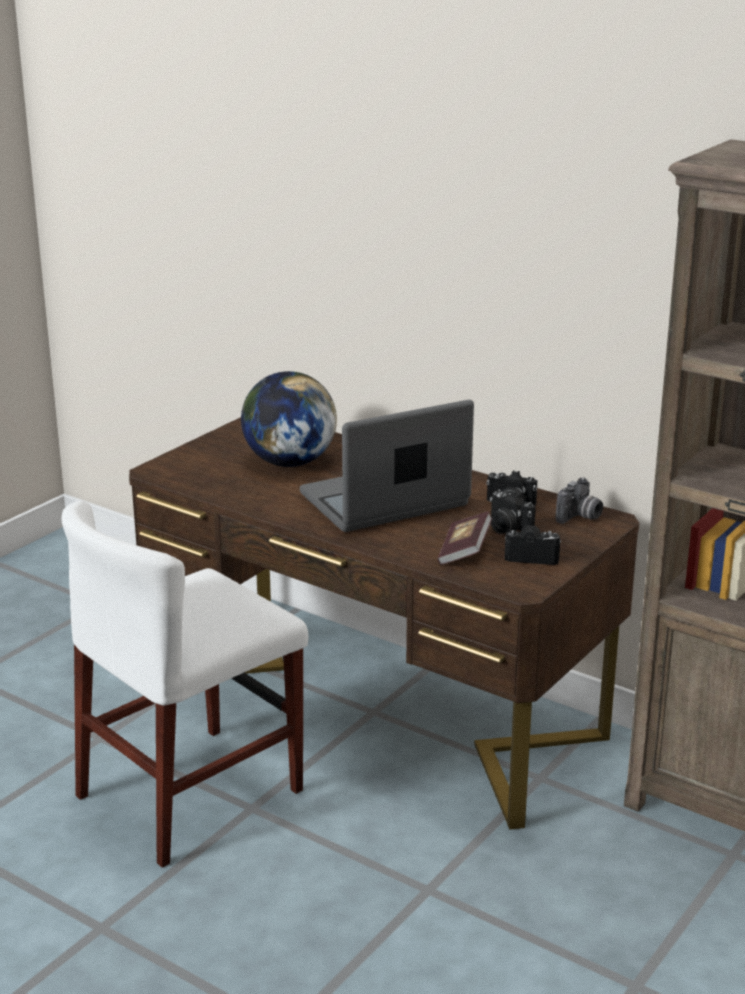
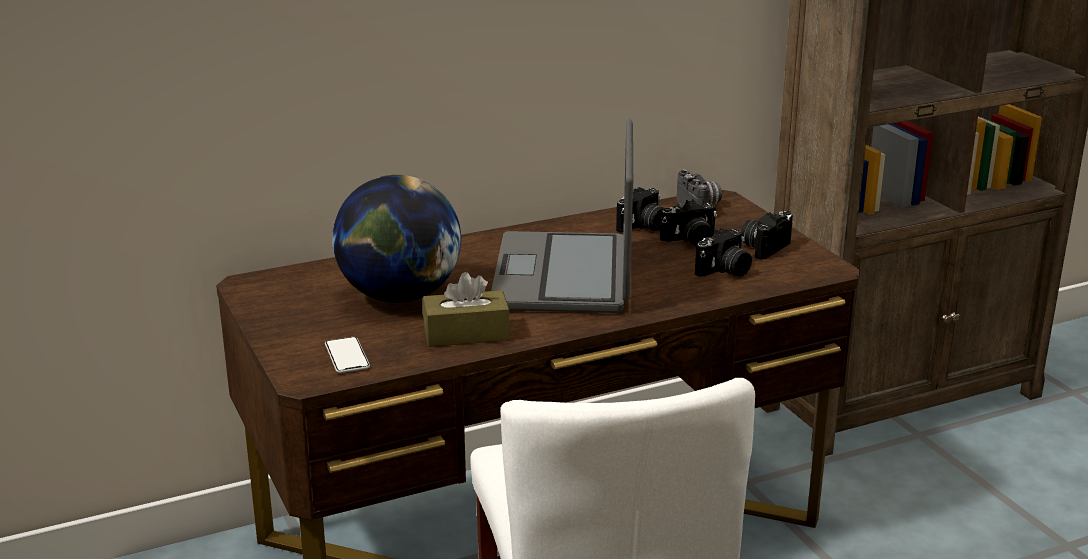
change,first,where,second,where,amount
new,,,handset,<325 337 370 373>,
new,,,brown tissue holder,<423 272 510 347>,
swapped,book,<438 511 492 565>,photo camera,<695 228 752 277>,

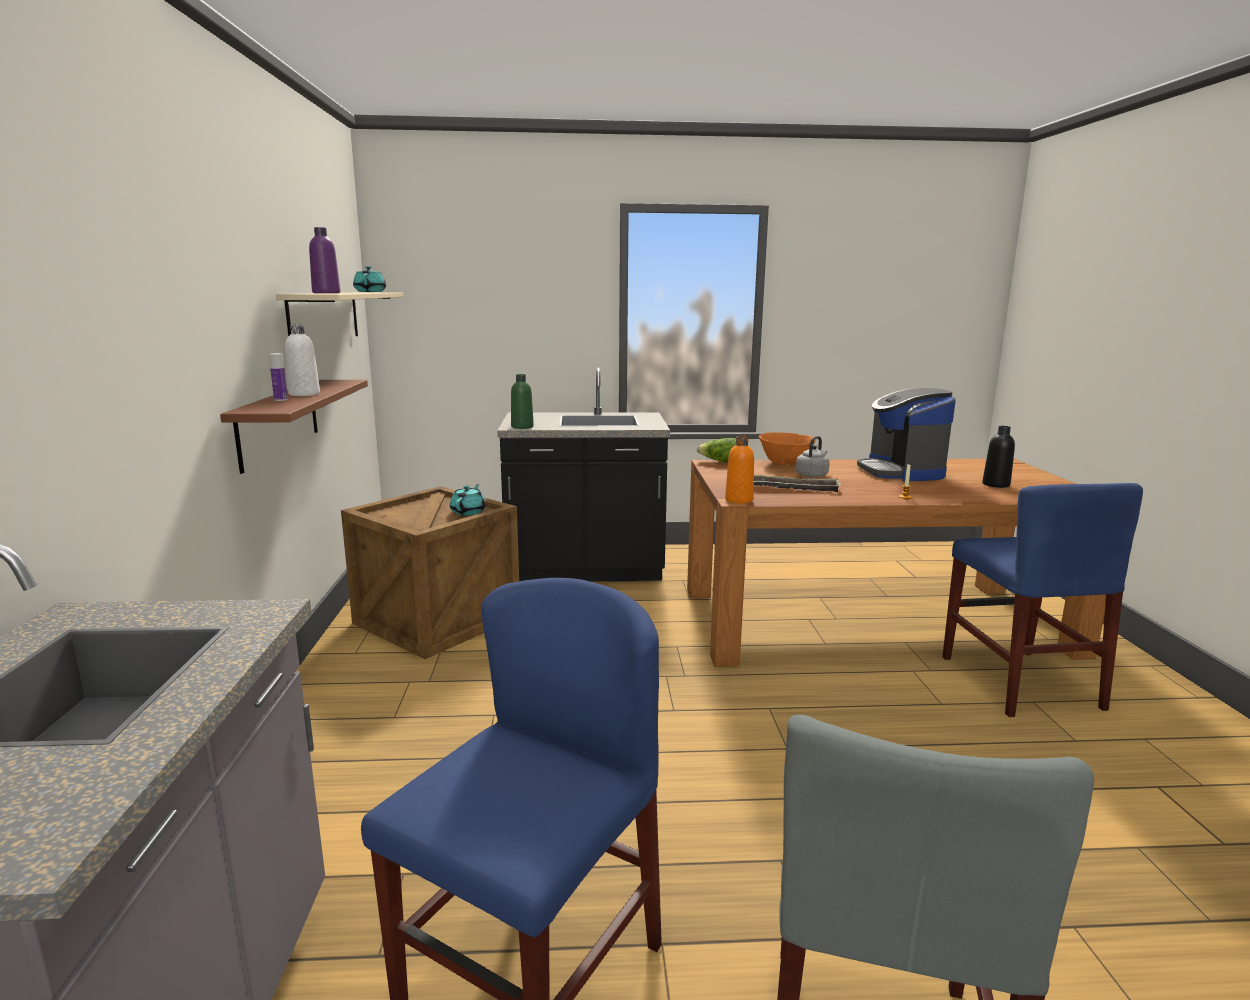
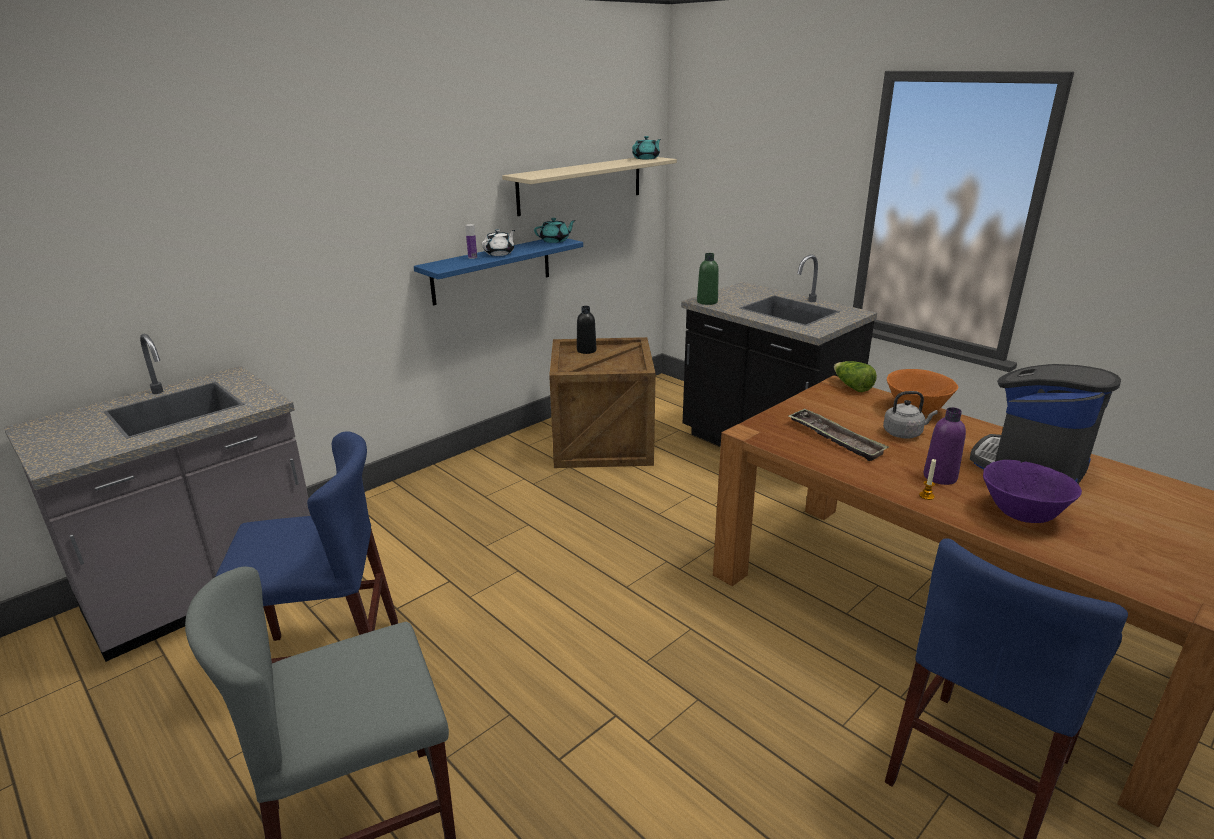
change,first,where,second,where,amount
repainted,brown shelf,<220 380 368 474>,blue-coloured shelf,<414 238 583 306>,
swapped,white bottle,<285 325 320 396>,white tea pot,<482 229 515 256>,
shifted,turquoise-coloured tea pot,<450 484 486 516>,,<534 218 576 243>,
shifted,black bottle,<982 426 1015 488>,,<577 306 596 354>,
shifted,purplish bottle,<309 227 340 293>,,<923 407 966 485>,
new,,,purplish bowl,<983 460 1082 523>,
gone,orangey bottle,<725 436 754 504>,,,

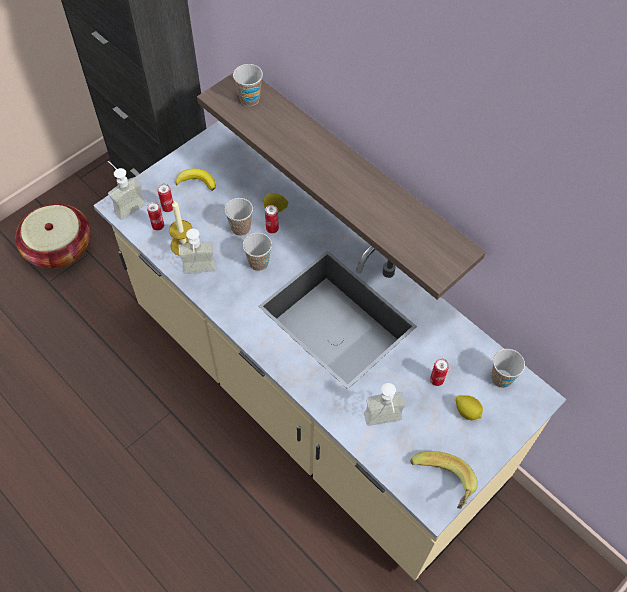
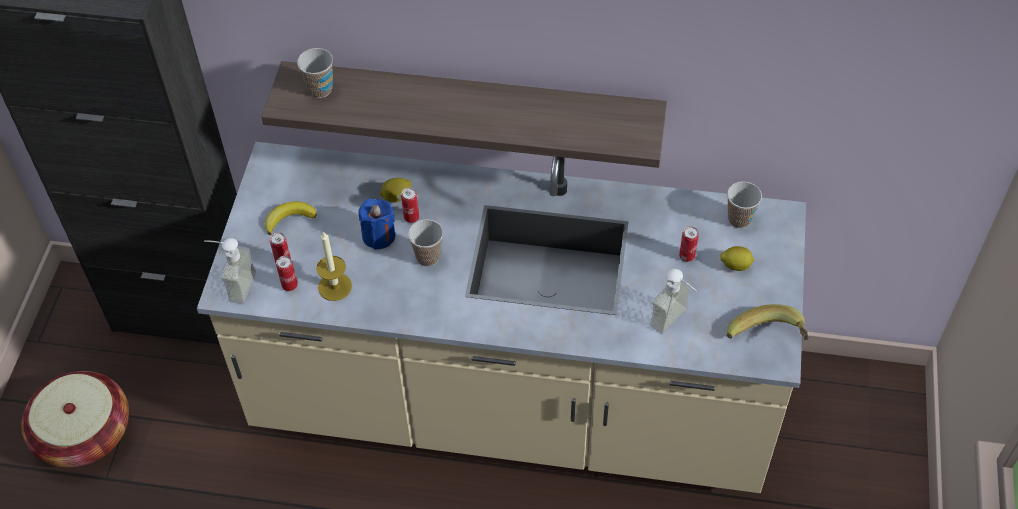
change,first,where,second,where,amount
swapped,drinking cup,<225 198 253 236>,blue-coloured candle,<359 199 395 250>,
gone,soap dispenser,<179 229 216 274>,,,

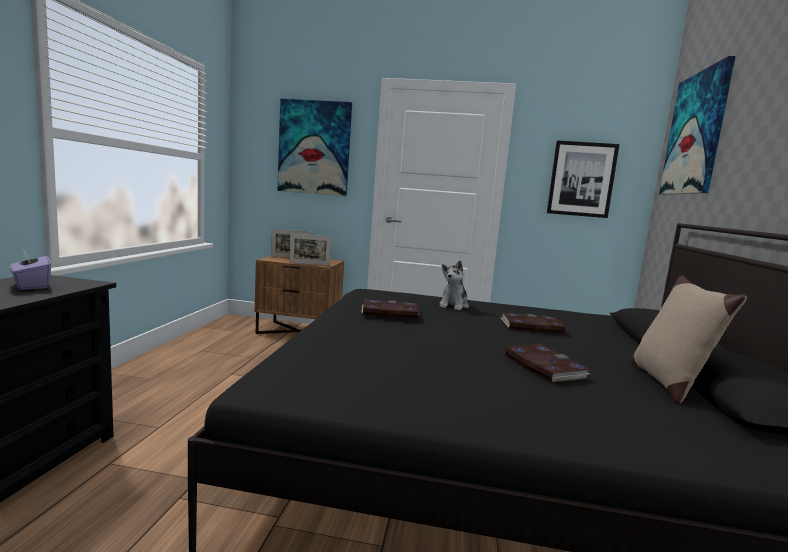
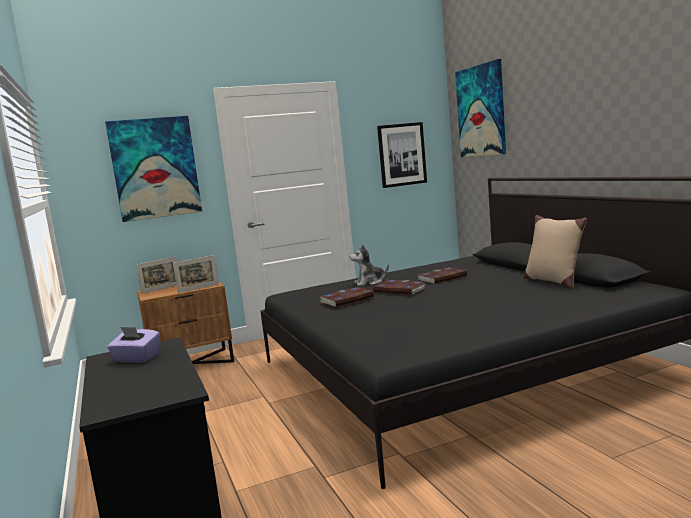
change,first,where,second,where,amount
rotated,plush toy,<439 260 469 311>,,<349 244 389 286>,90 degrees clockwise
shifted,book,<505 344 589 382>,,<373 280 425 294>,

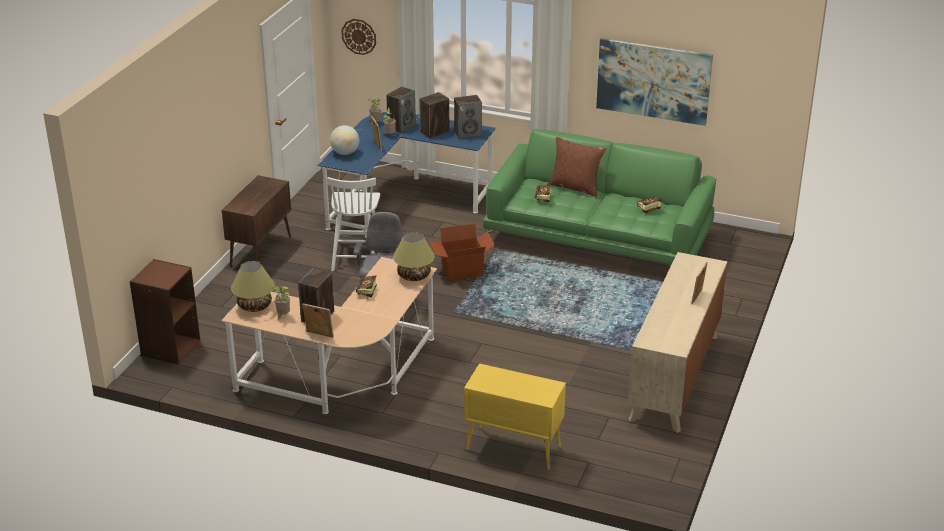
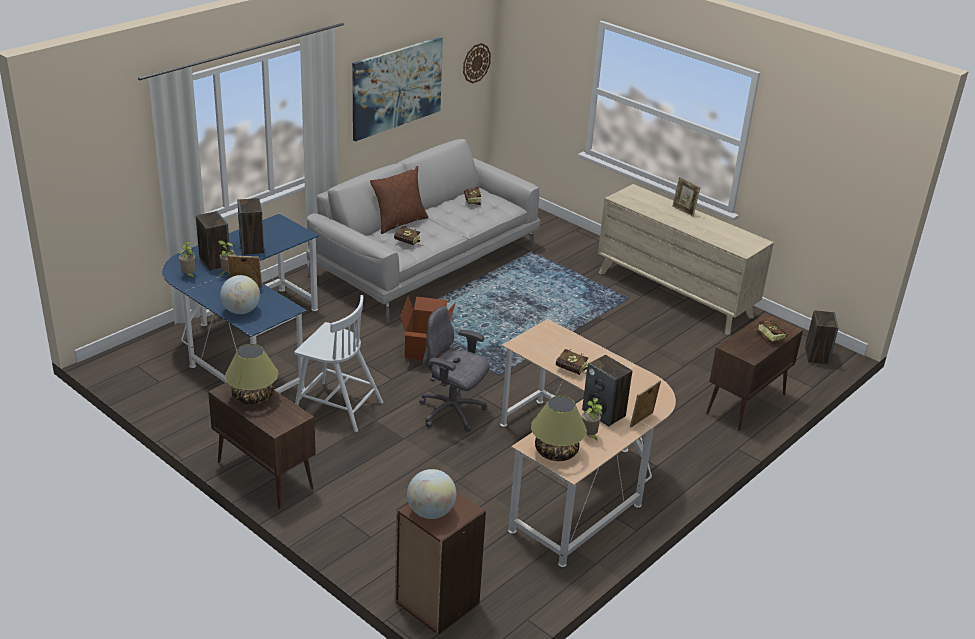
change,first,where,second,where,amount
shifted,tabletop lamp,<393 232 435 281>,,<225 344 278 405>,
repainted,greenish couch,<483 129 716 264>,grey couch,<306 139 540 323>,
new,,,desk globe,<407 469 456 519>,
shifted,wall clock,<341 19 376 55>,,<463 43 491 83>,
repainted,yellow-coloured cupboard,<464 363 566 470>,brown cupboard,<706 313 803 431>,
new,,,book,<756 321 788 344>,
shifted,loudspeaker,<454 95 482 139>,,<805 310 839 365>,

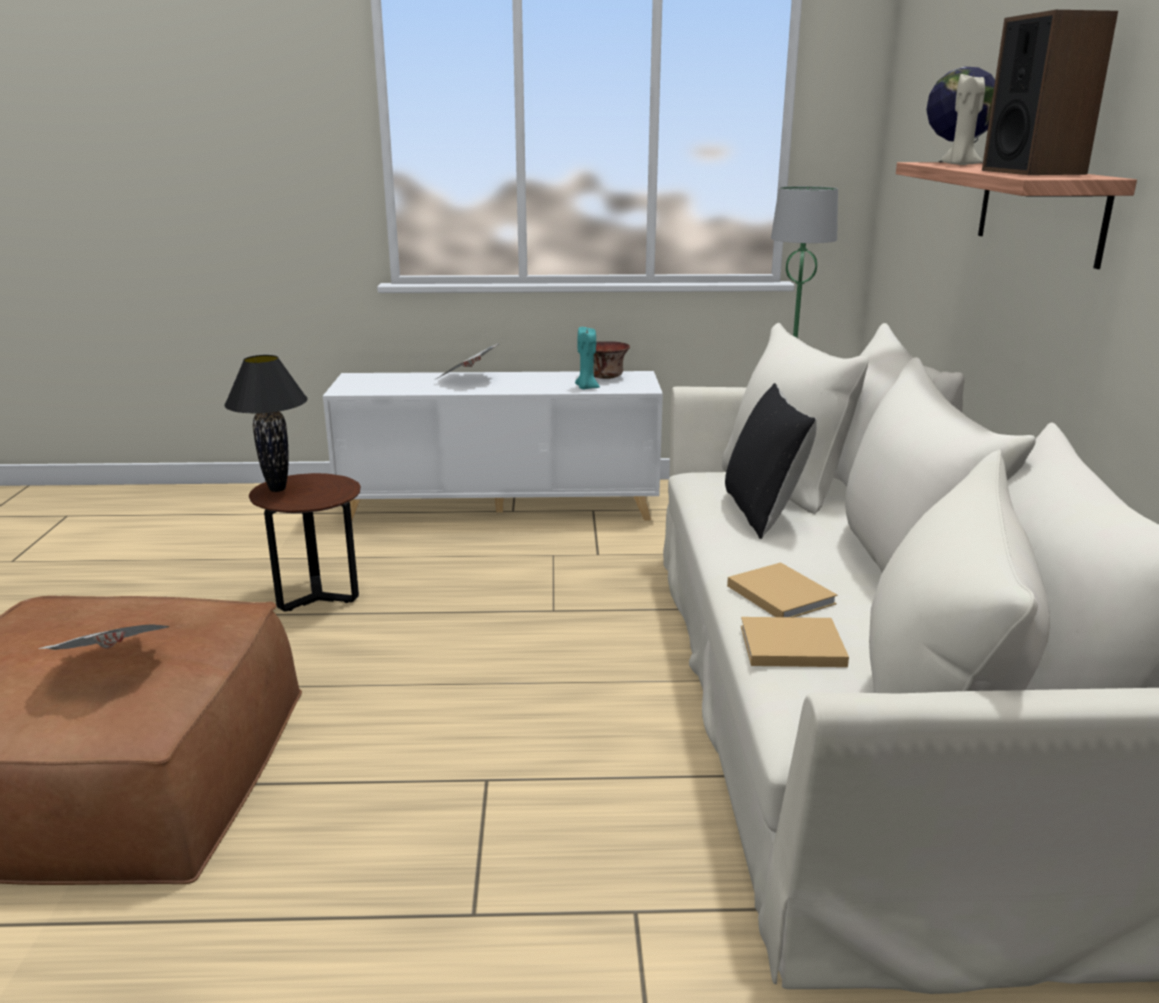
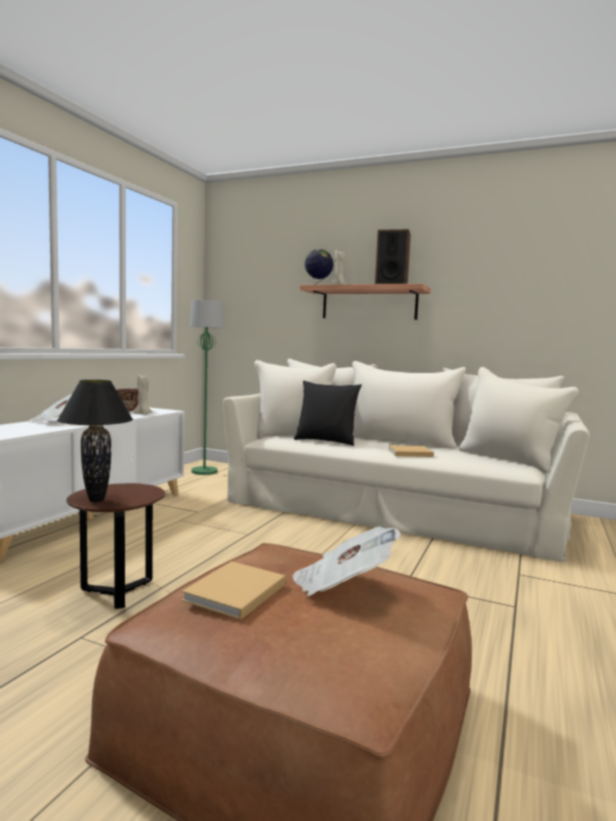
change,first,where,second,where,amount
repainted,turquoise-coloured candle,<575 327 600 389>,beige-coloured candle,<133 374 153 415>,
shifted,beige-coloured book,<741 617 849 667>,,<182 561 286 620>,

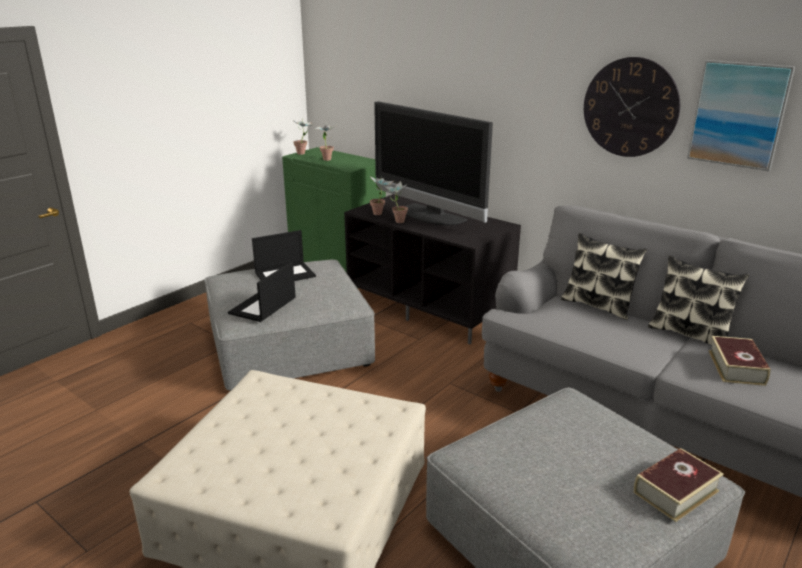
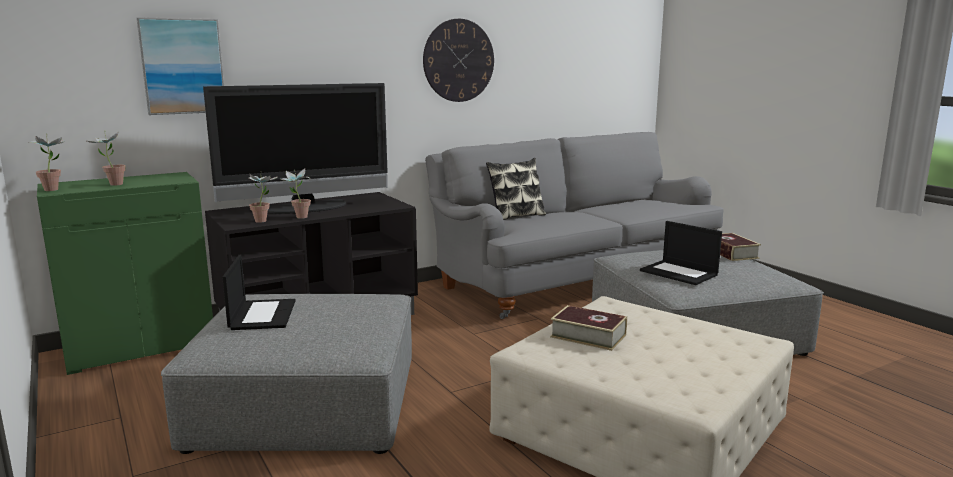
change,first,where,second,where,amount
shifted,wall art,<687 60 795 171>,,<136 17 224 115>,
shifted,book,<709 336 771 386>,,<550 305 627 351>,
shifted,notebook computer,<228 262 296 322>,,<640 221 722 285>,
gone,pillow,<648 255 750 345>,,,

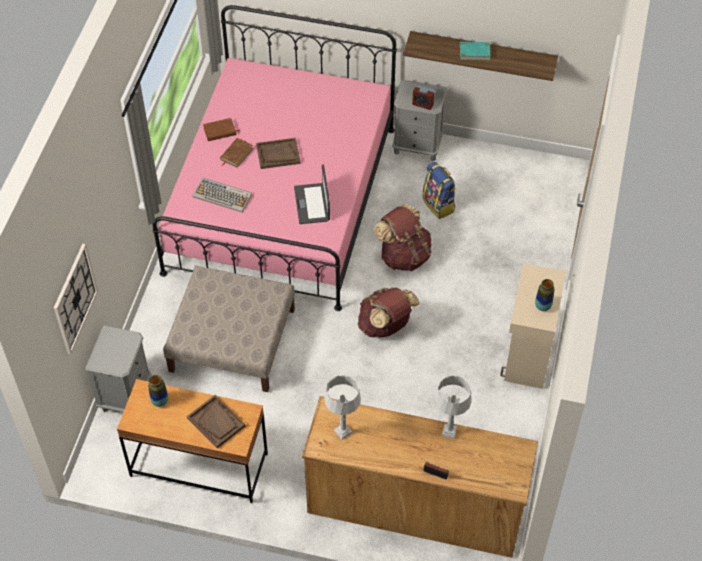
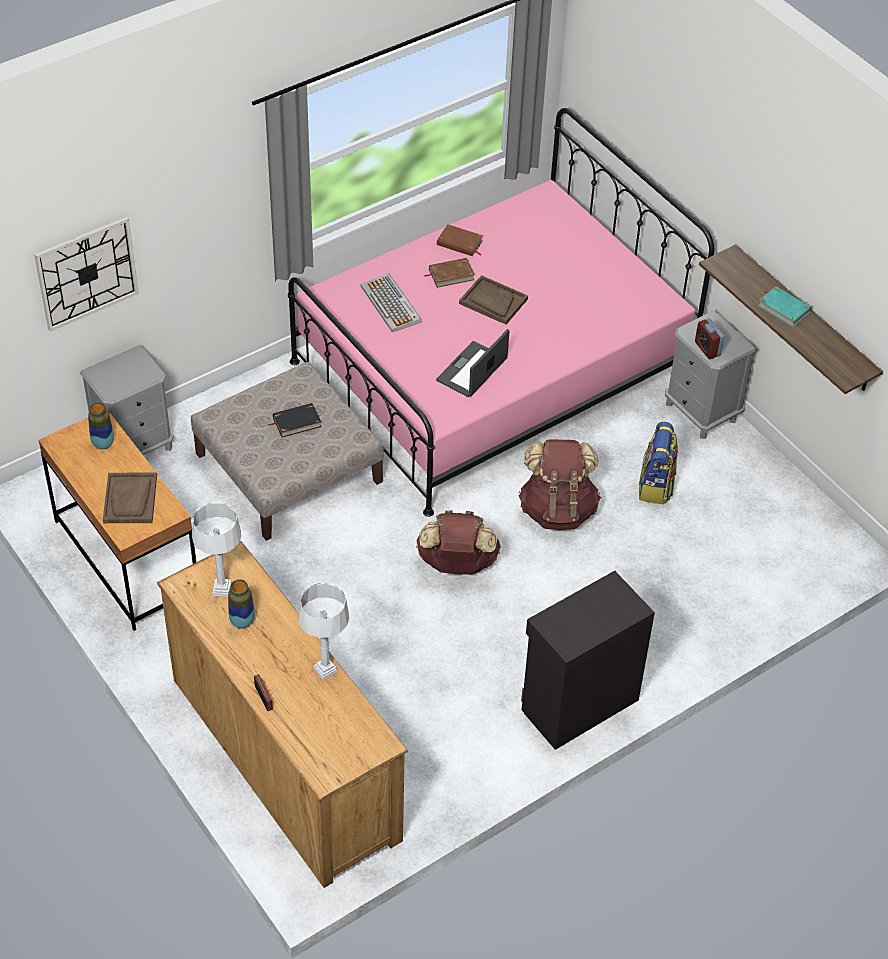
change,first,where,second,where,amount
shifted,flower vase,<535 279 554 311>,,<228 579 255 628>,
new,,,black book,<268 403 321 437>,
repainted,beige-coloured cupboard,<500 263 566 389>,black cupboard,<521 571 655 750>,

